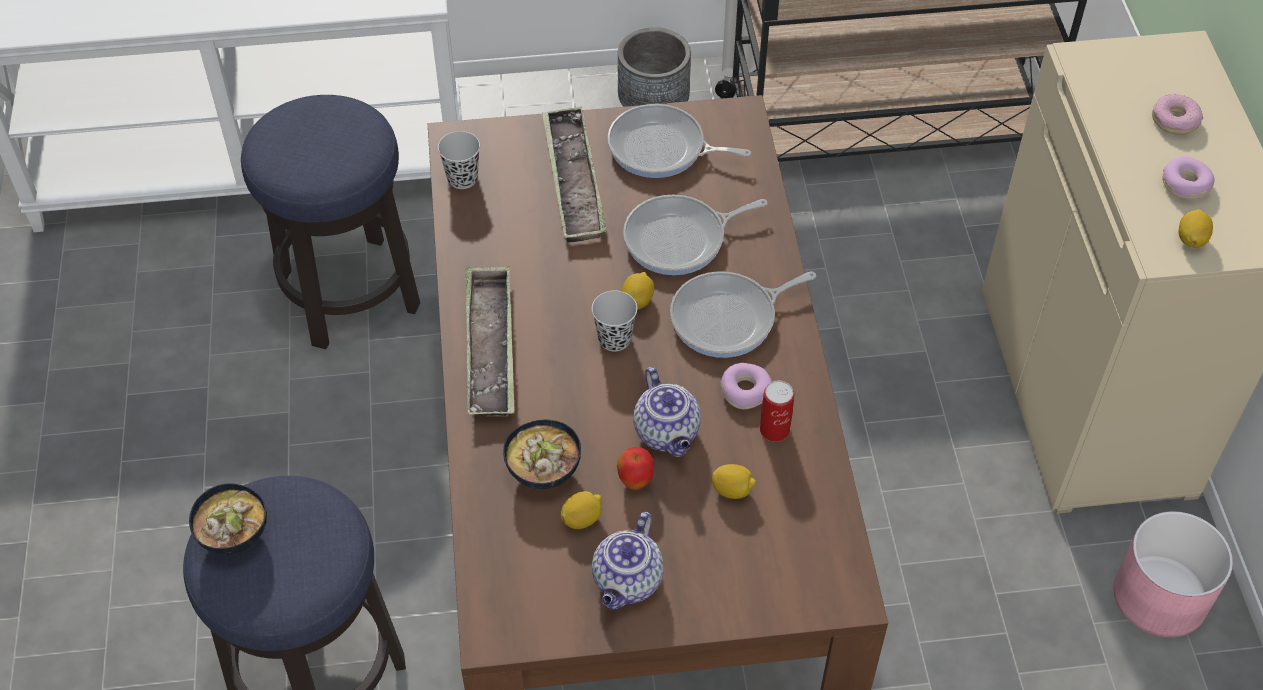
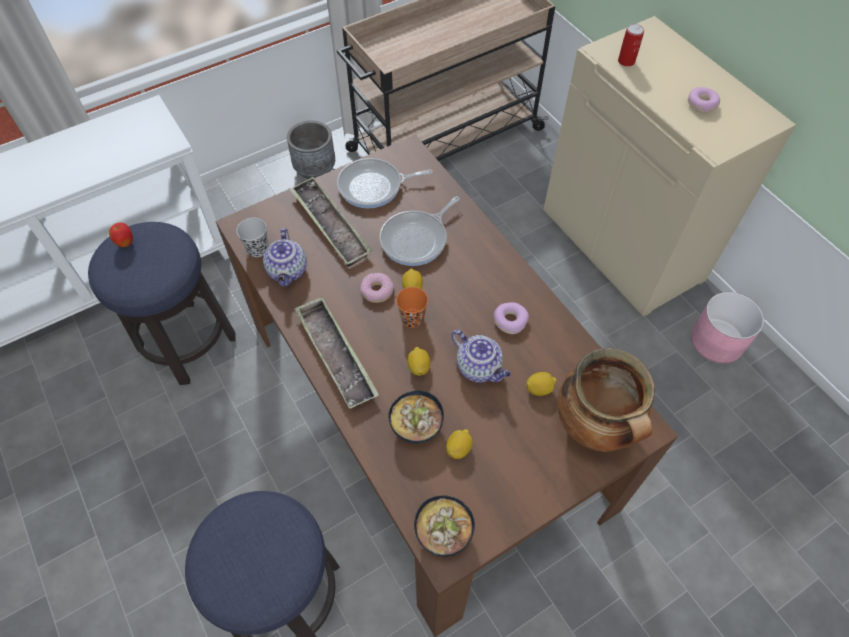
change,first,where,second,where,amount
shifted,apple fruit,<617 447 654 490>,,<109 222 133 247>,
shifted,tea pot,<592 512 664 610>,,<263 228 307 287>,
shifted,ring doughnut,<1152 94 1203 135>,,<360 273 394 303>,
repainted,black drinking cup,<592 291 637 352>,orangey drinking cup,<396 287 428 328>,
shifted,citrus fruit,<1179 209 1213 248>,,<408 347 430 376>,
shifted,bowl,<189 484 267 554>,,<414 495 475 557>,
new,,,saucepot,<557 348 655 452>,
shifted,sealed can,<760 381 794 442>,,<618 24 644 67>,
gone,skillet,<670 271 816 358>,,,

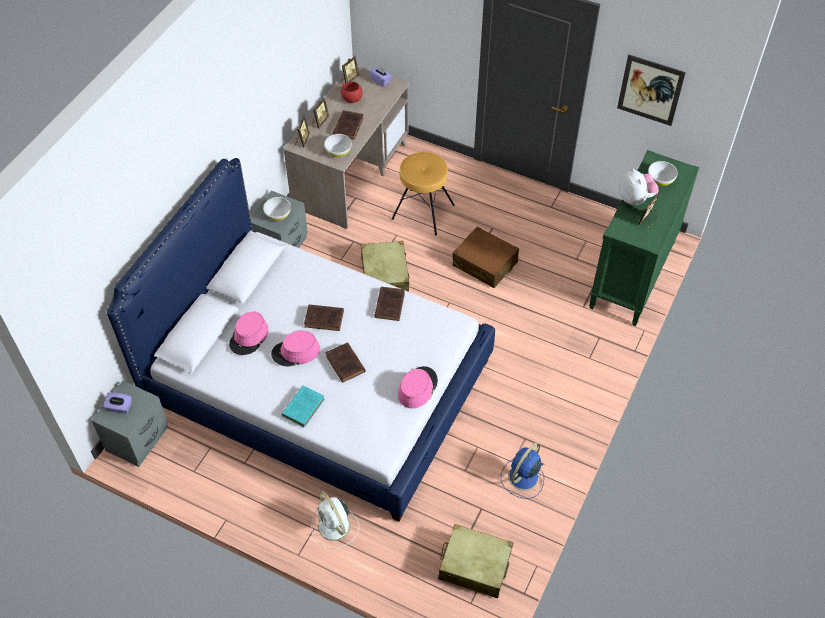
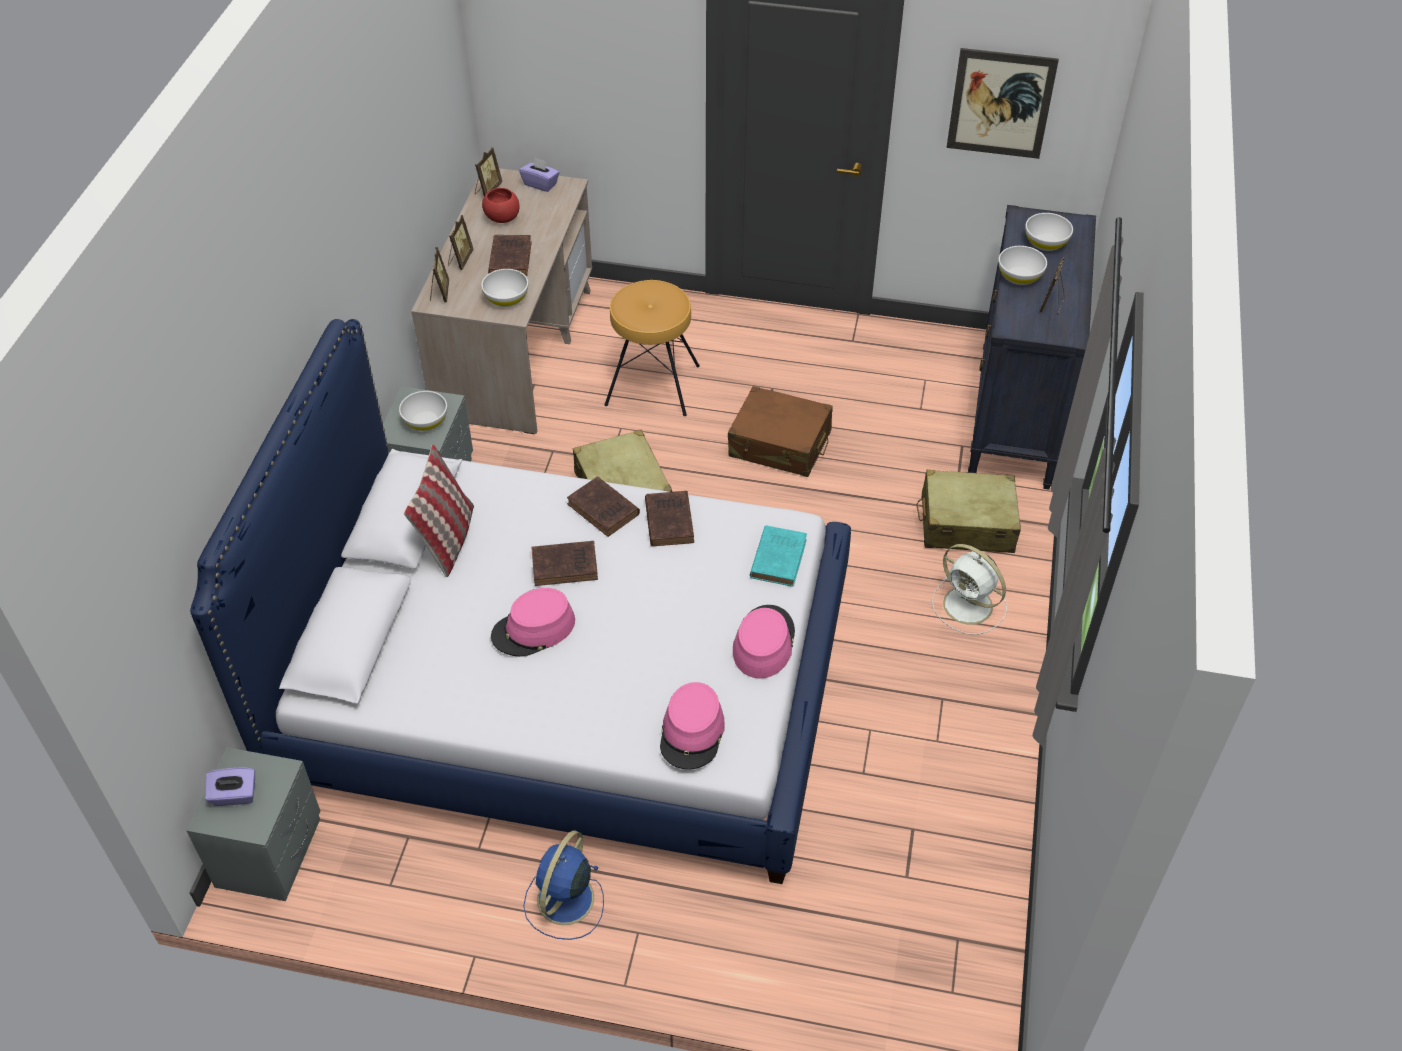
change,first,where,second,where,amount
new,,,pillow,<404 444 474 577>,
shifted,blue-coloured fan,<501 442 544 499>,,<523 831 604 940>,
shifted,brown book,<325 342 366 383>,,<567 476 640 537>,
shifted,pink-coloured clothing hat,<229 311 268 355>,,<660 682 725 770>,
shifted,turquoise-coloured book,<282 386 325 428>,,<750 525 807 587>,
shifted,beige-coloured suitcase,<438 524 513 598>,,<917 470 1021 553>,
shifted,white fan,<311 491 359 549>,,<932 544 1007 635>,
repainted,greenish dresser,<589 150 699 326>,black dresser,<968 205 1096 490>,
swapped,plush toy,<619 169 658 206>,white bowl,<998 246 1047 285>,

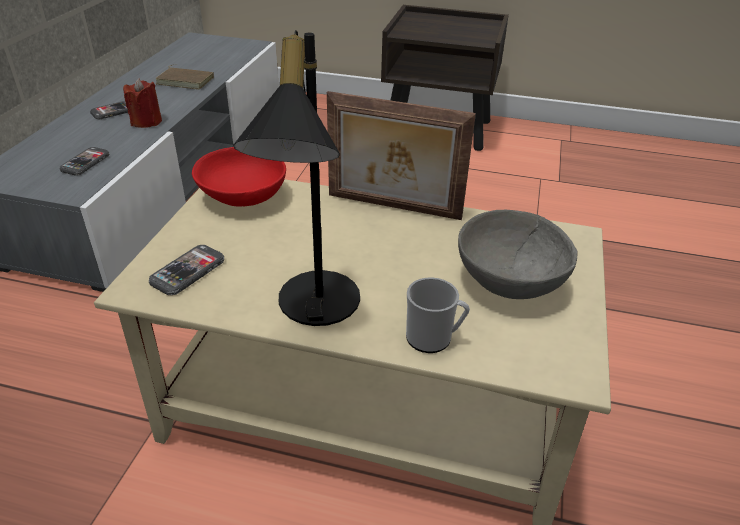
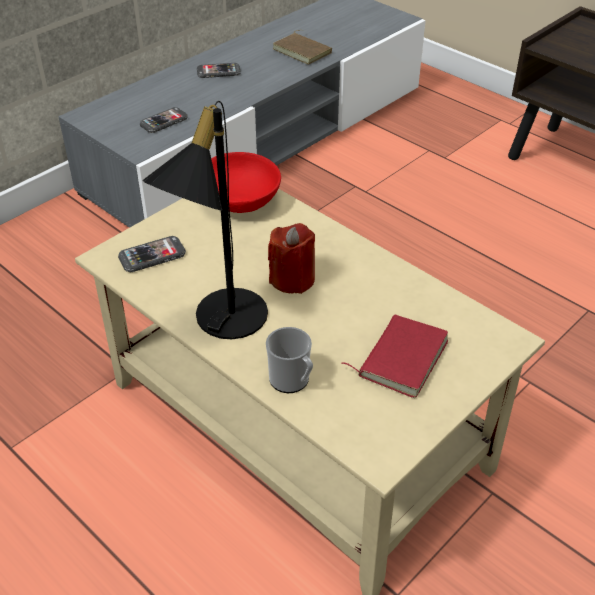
change,first,where,second,where,amount
shifted,reddish candle,<123 78 162 128>,,<268 223 315 294>,
swapped,grey bowl,<458 210 577 299>,reddish book,<341 315 449 398>,
gone,photo frame,<327 91 476 220>,,,

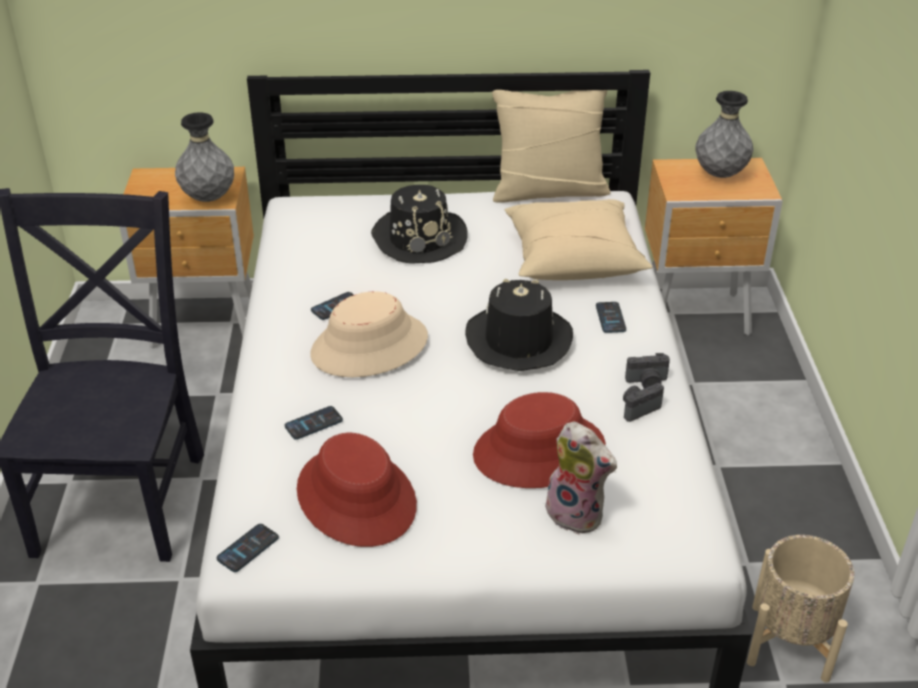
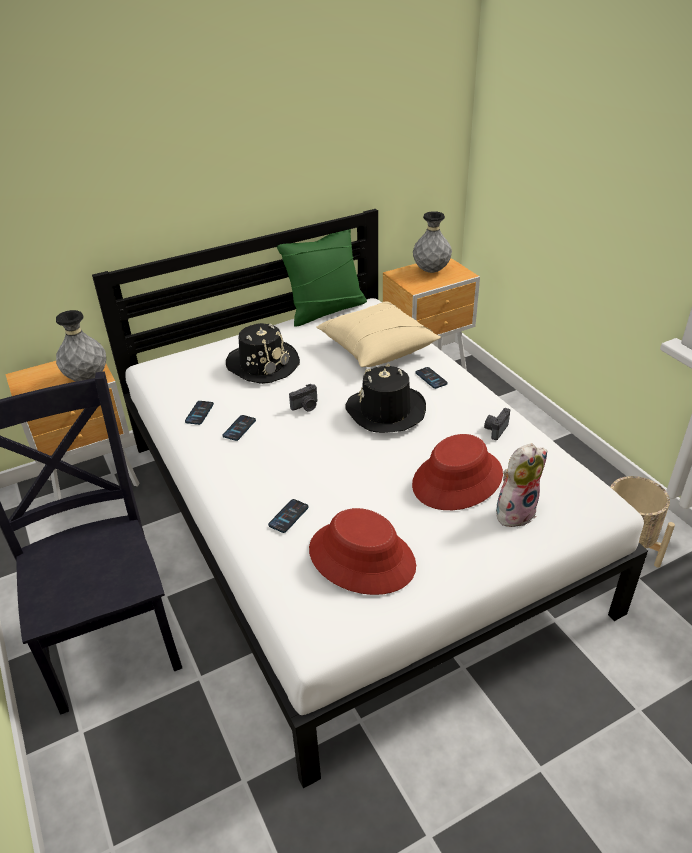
change,first,where,second,where,amount
shifted,handset,<217 524 279 572>,,<185 401 214 425>,
repainted,beige-coloured pillow,<492 90 611 203>,greenish pillow,<277 229 367 327>,
shifted,photo camera,<625 353 670 389>,,<289 384 317 412>,
rotated,plush toy,<545 421 617 535>,,<496 443 547 527>,45 degrees counterclockwise
gone,beige-coloured clothing hat,<310 291 428 377>,,,

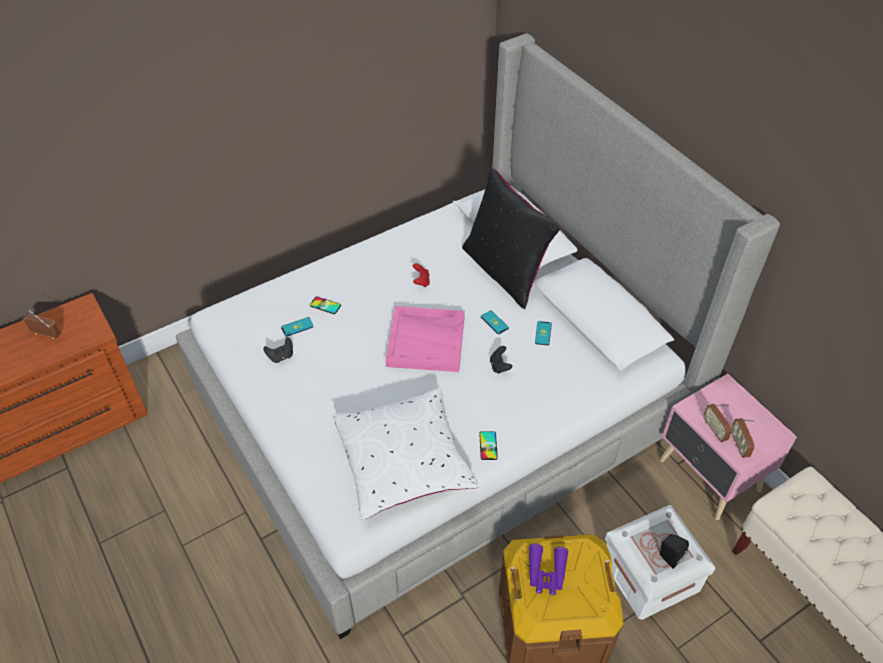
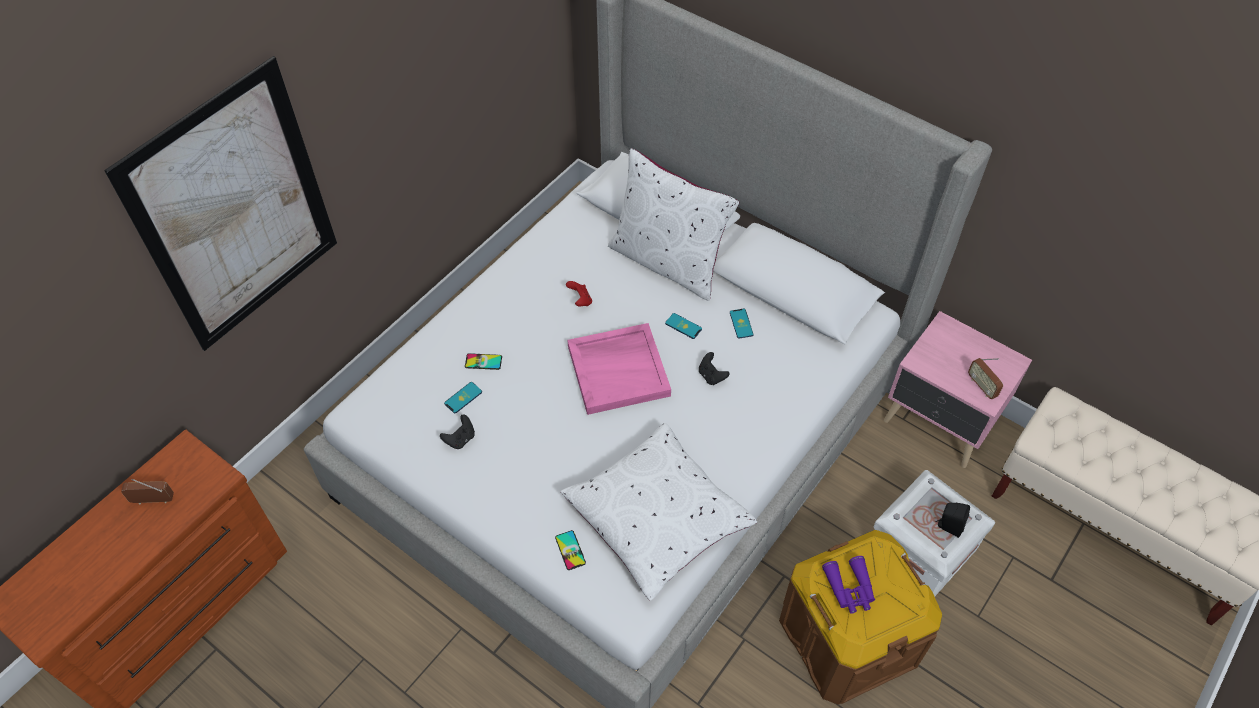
change,first,where,second,where,amount
new,,,wall art,<104 56 337 351>,
shifted,handset,<479 431 498 460>,,<555 530 586 570>,
repainted,black pillow,<462 168 561 309>,white pillow,<608 148 739 301>,
gone,radio set,<703 404 732 442>,,,

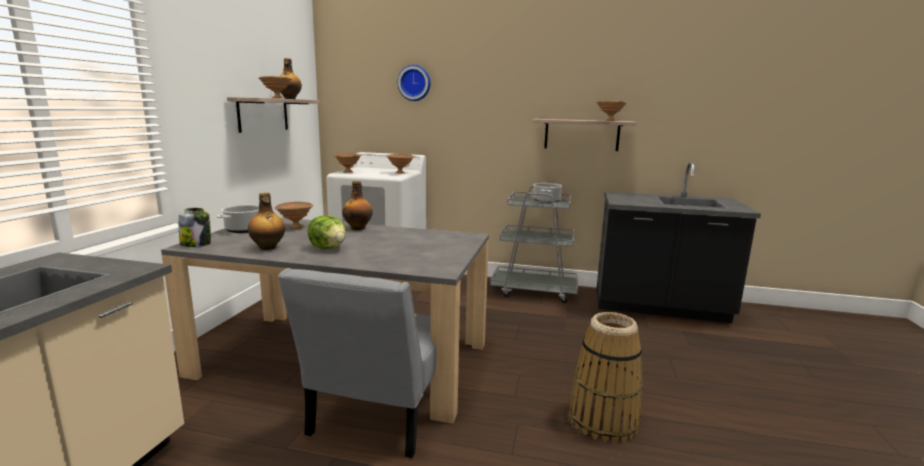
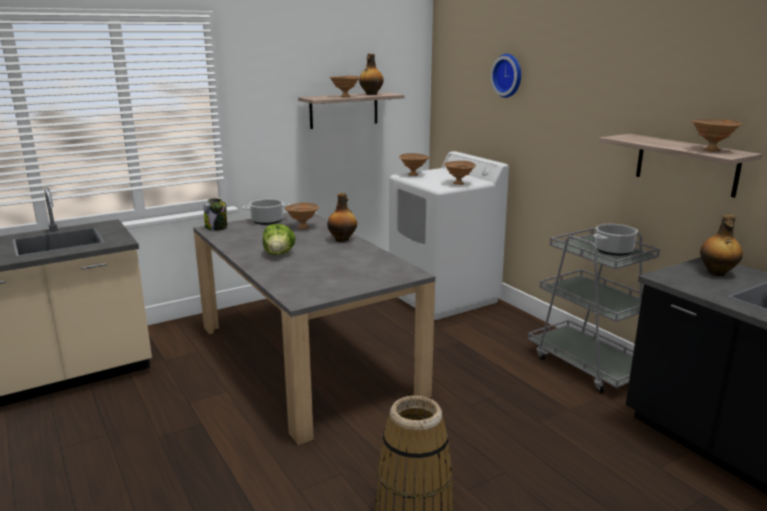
change,first,where,second,where,amount
shifted,bottle,<248 193 285 250>,,<700 215 743 276>,
gone,grey plain chair,<277 268 436 458>,,,

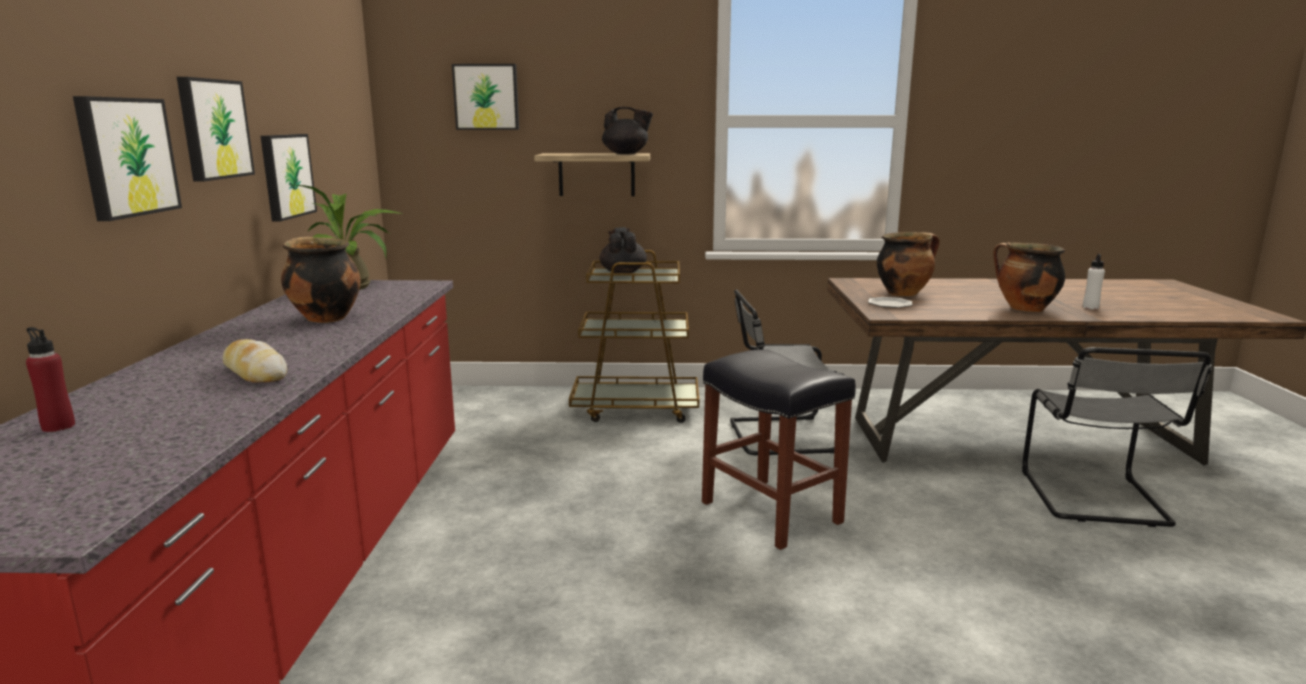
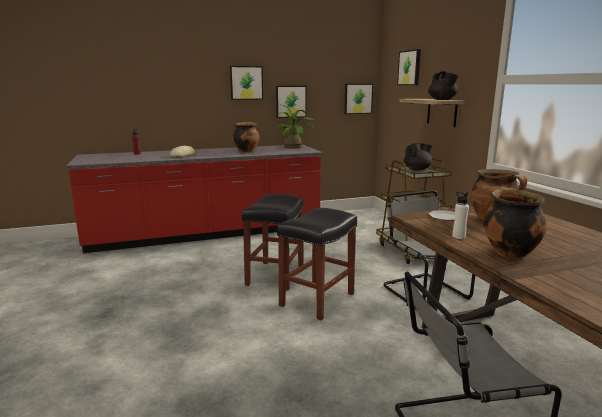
change,first,where,second,where,amount
new,,,black stool,<242 194 304 290>,
shifted,wall art,<73 96 182 221>,,<344 84 373 114>,
shifted,white bottle,<1083 254 1105 309>,,<452 192 469 239>,

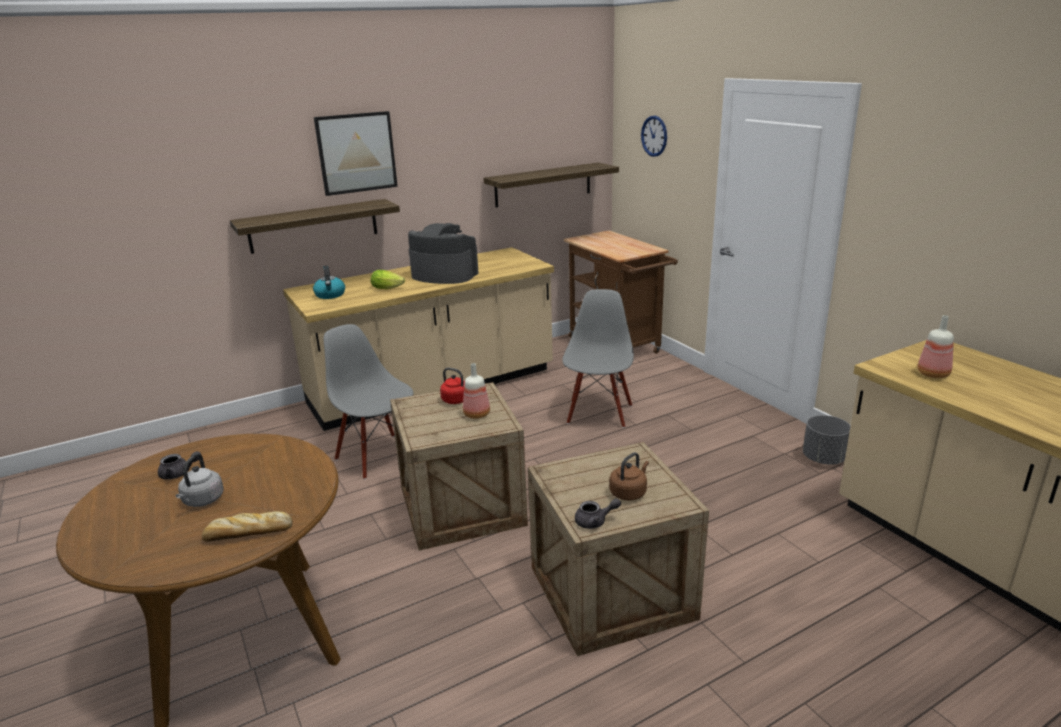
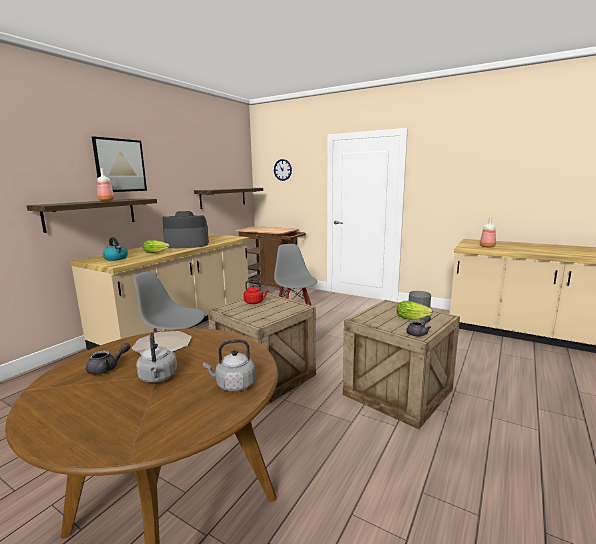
change,first,where,second,where,amount
shifted,bottle,<463 363 490 419>,,<97 169 114 201>,
new,,,dinner plate,<132 331 191 355>,
swapped,bakery bread,<202 511 293 542>,grey kettle,<203 339 256 392>,
swapped,brown kettle,<609 452 649 501>,head of lettuce,<397 301 433 320>,

